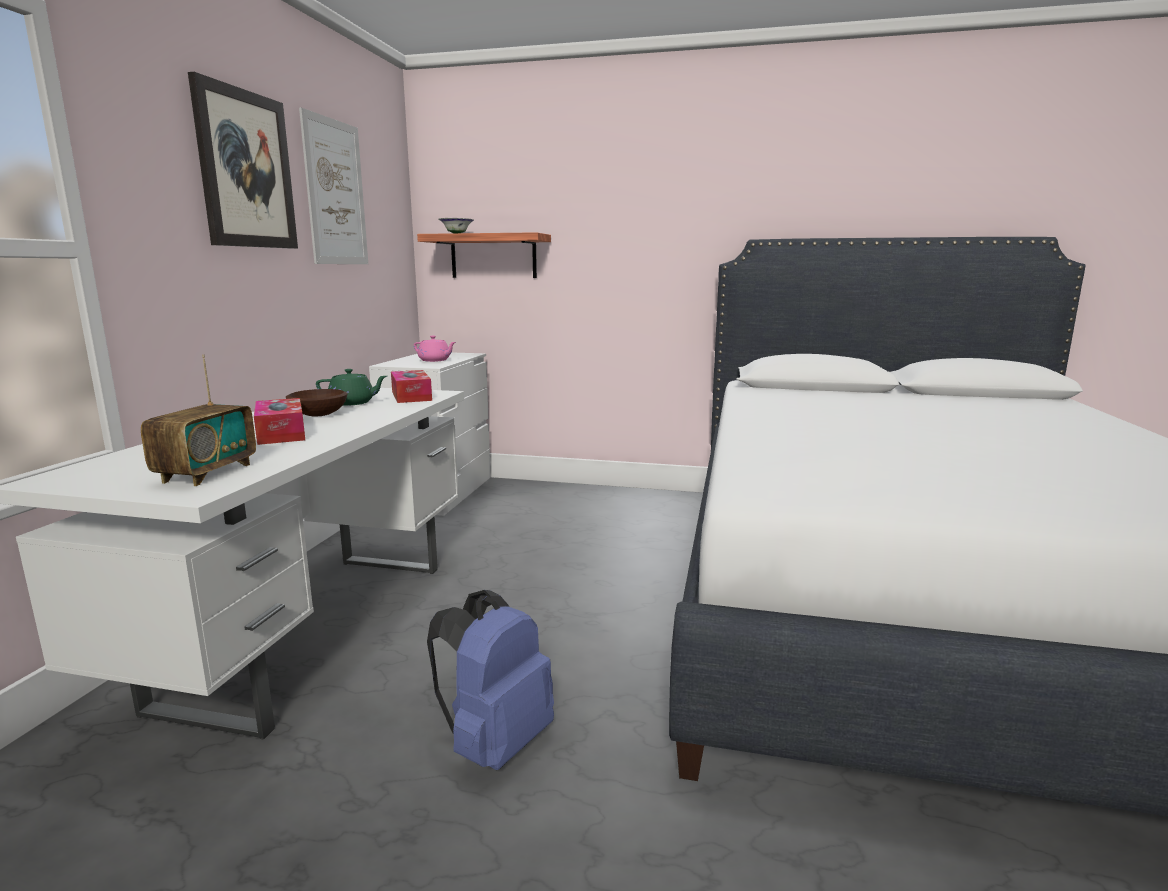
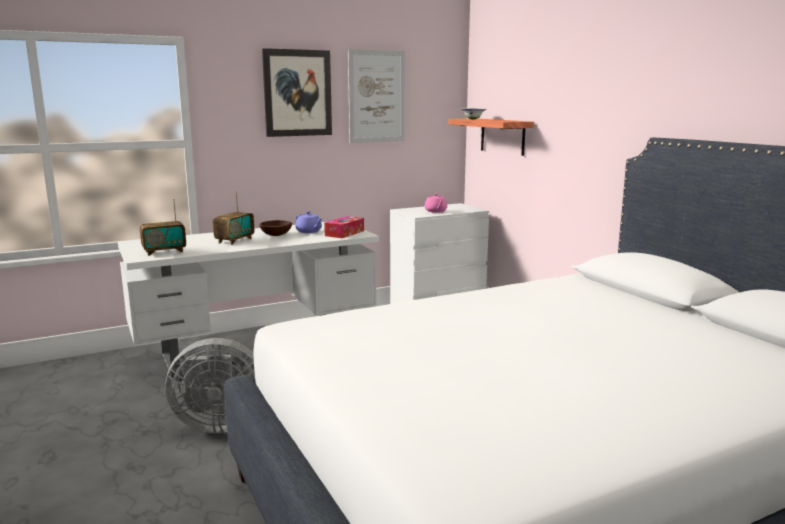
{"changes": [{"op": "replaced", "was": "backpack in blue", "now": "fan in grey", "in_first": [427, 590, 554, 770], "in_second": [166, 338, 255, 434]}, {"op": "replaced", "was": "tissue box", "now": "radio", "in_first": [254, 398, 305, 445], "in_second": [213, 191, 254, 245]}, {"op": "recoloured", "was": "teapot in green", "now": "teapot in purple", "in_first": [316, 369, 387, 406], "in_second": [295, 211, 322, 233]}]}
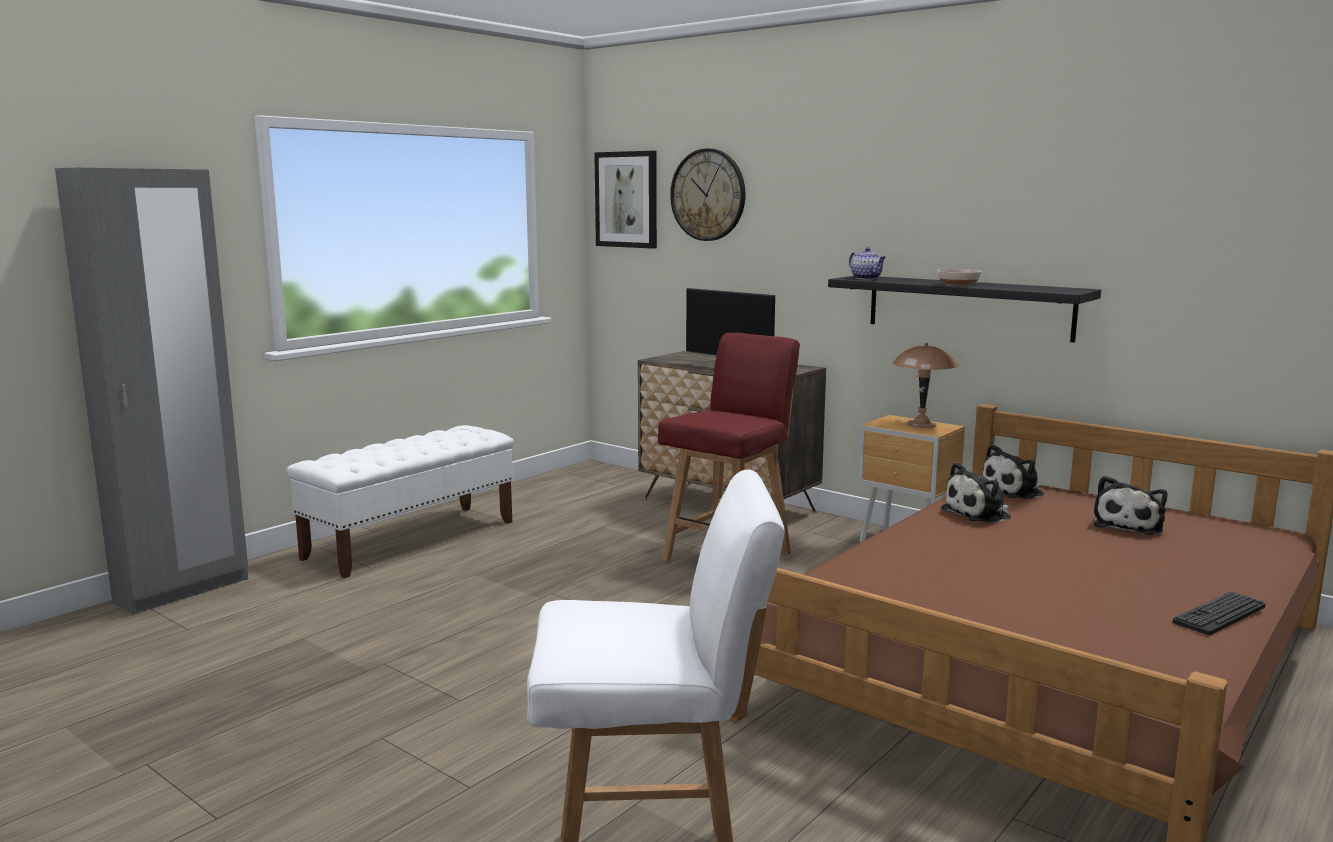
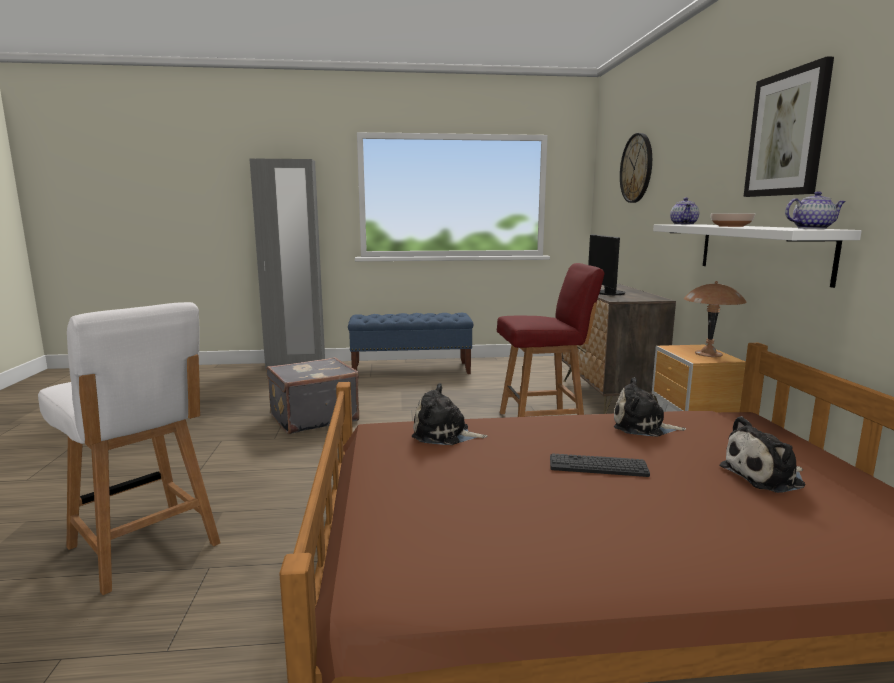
{"changes": [{"op": "added", "now": "suitcase in grey", "in_second": [266, 357, 359, 434]}, {"op": "recoloured", "was": "bench in white", "now": "bench in blue", "in_first": [287, 425, 514, 578], "in_second": [348, 313, 474, 374]}, {"op": "moved", "was": "plush toy", "in_first": [983, 444, 1044, 500], "in_second": [412, 383, 487, 445]}, {"op": "moved", "was": "keyboard", "in_first": [1173, 591, 1265, 635], "in_second": [550, 453, 650, 477]}, {"op": "recoloured", "was": "shelf in black", "now": "shelf in white", "in_first": [828, 276, 1101, 343], "in_second": [653, 224, 862, 288]}, {"op": "moved", "was": "picture", "in_first": [594, 151, 657, 249], "in_second": [743, 56, 834, 197]}, {"op": "added", "now": "teapot", "in_second": [785, 191, 846, 229]}]}
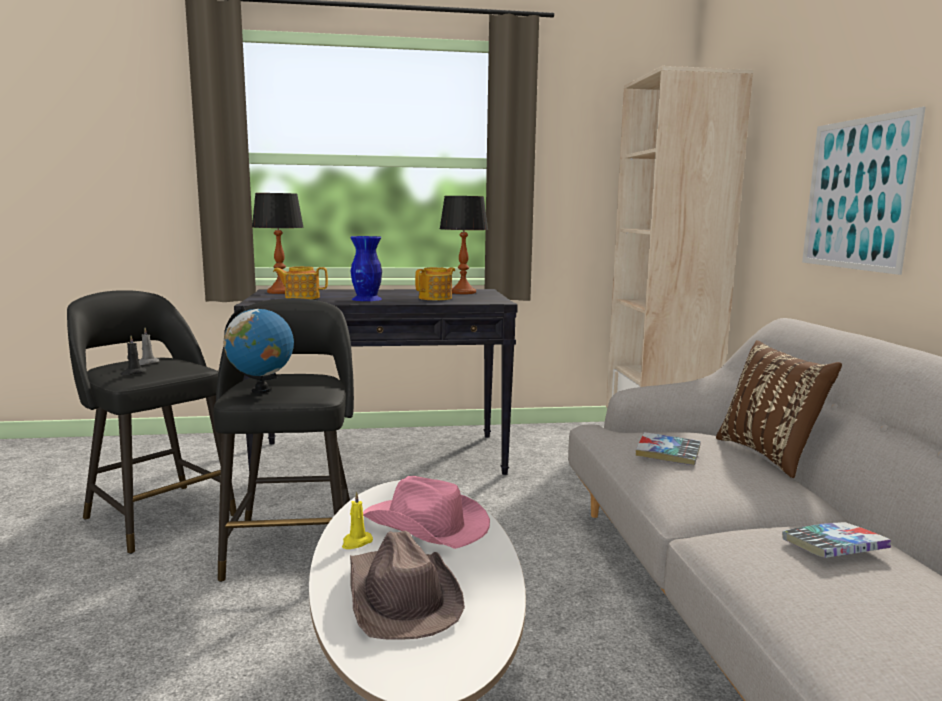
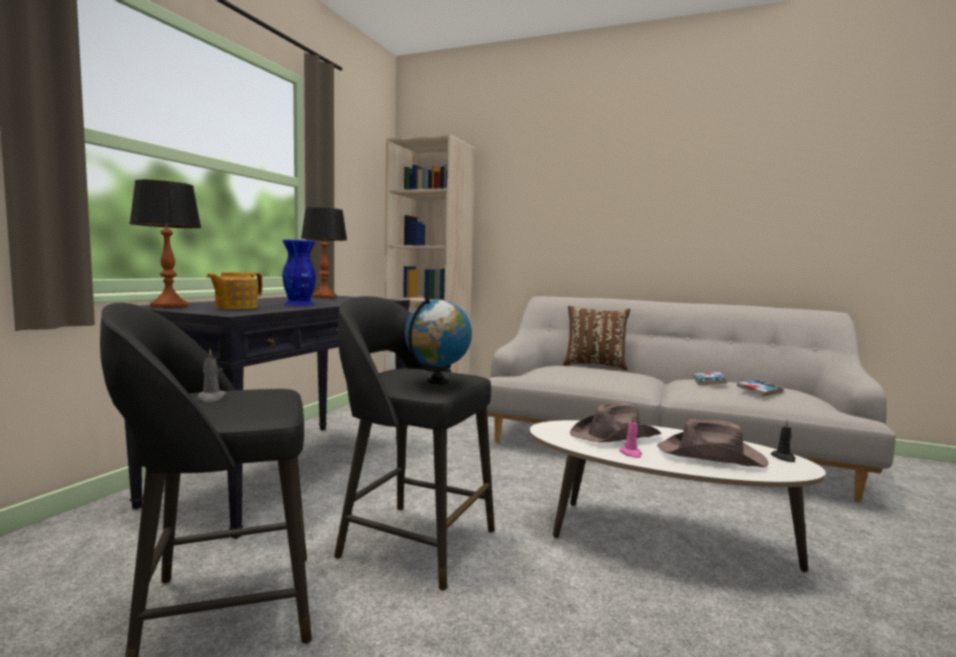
{"changes": [{"op": "recoloured", "was": "hat in pink", "now": "hat in brown", "in_first": [363, 476, 490, 549], "in_second": [570, 402, 661, 442]}, {"op": "recoloured", "was": "candle in yellow", "now": "candle in pink", "in_first": [342, 491, 373, 549], "in_second": [619, 415, 642, 458]}, {"op": "moved", "was": "book", "in_first": [636, 432, 701, 465], "in_second": [737, 379, 784, 397]}, {"op": "moved", "was": "candle in black", "in_first": [120, 336, 146, 375], "in_second": [771, 420, 796, 462]}, {"op": "removed", "was": "teapot", "in_first": [415, 267, 455, 300]}, {"op": "removed", "was": "picture", "in_first": [802, 107, 926, 275]}]}
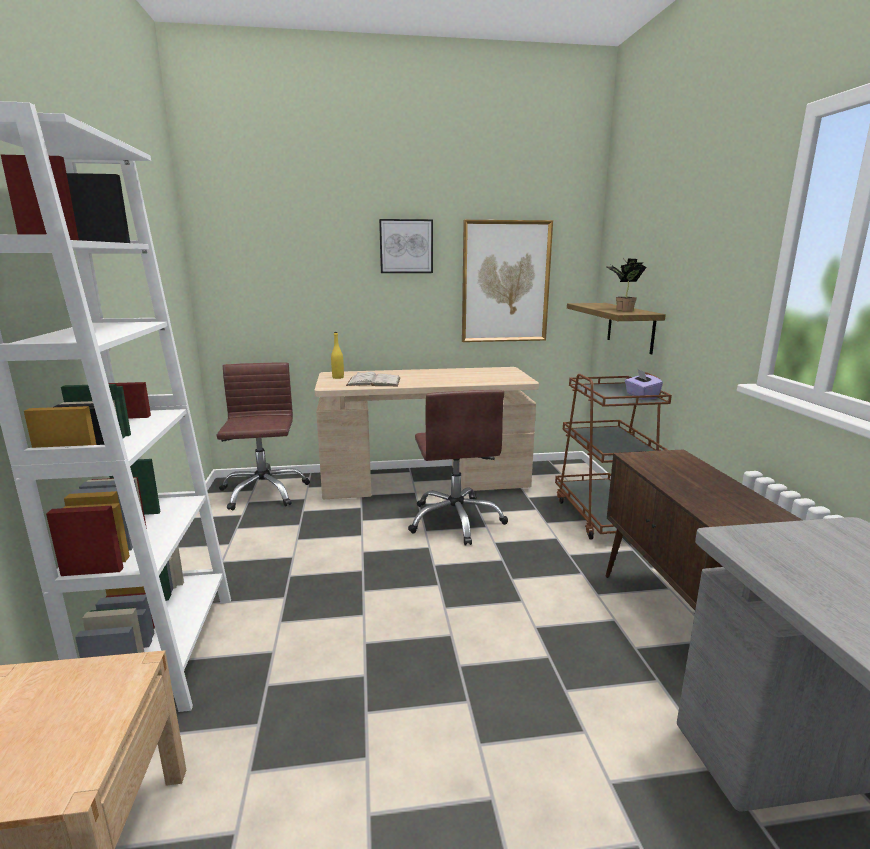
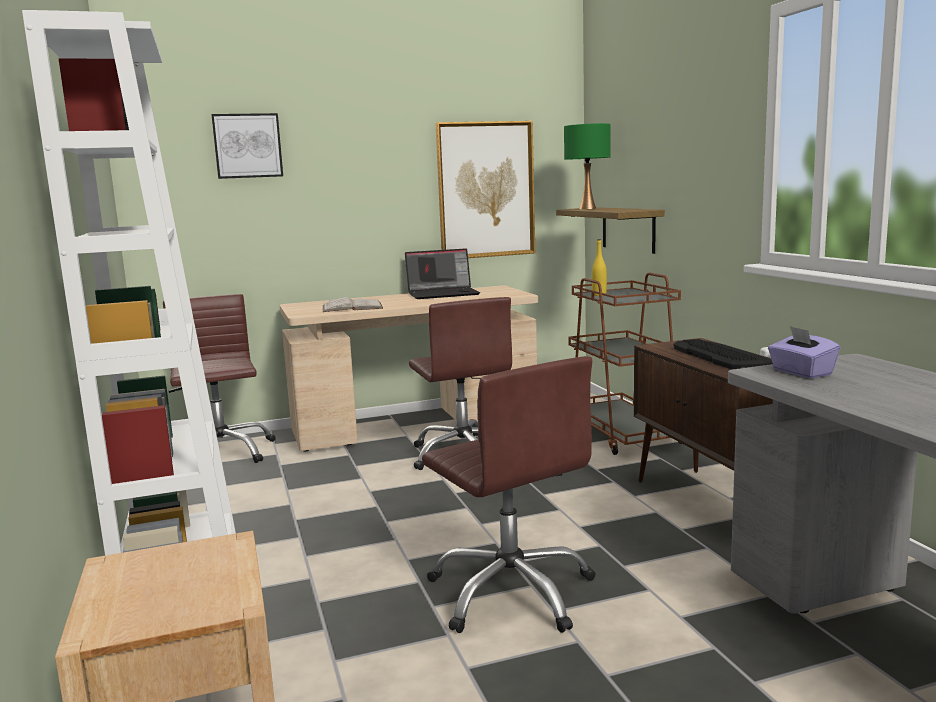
{"changes": [{"op": "moved", "was": "picture", "in_first": [379, 219, 433, 273], "in_second": [211, 113, 283, 179]}, {"op": "added", "now": "laptop", "in_second": [405, 248, 480, 299]}, {"op": "added", "now": "office chair in brown", "in_second": [422, 356, 595, 633]}, {"op": "added", "now": "table lamp in green", "in_second": [564, 123, 611, 209]}, {"op": "moved", "was": "bottle in yellow", "in_first": [331, 332, 344, 379], "in_second": [592, 239, 607, 296]}, {"op": "added", "now": "keyboard", "in_second": [673, 339, 773, 369]}, {"op": "moved", "was": "tissue box in purple", "in_first": [625, 369, 663, 400], "in_second": [768, 326, 840, 379]}, {"op": "removed", "was": "potted plant", "in_first": [607, 258, 647, 311]}]}
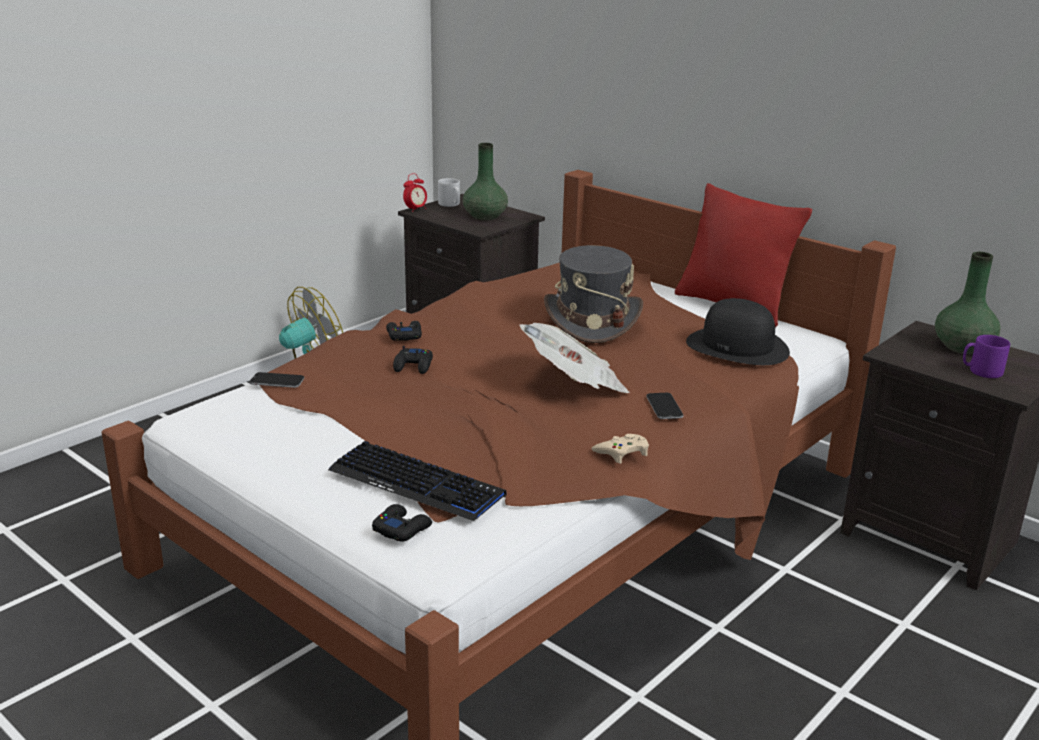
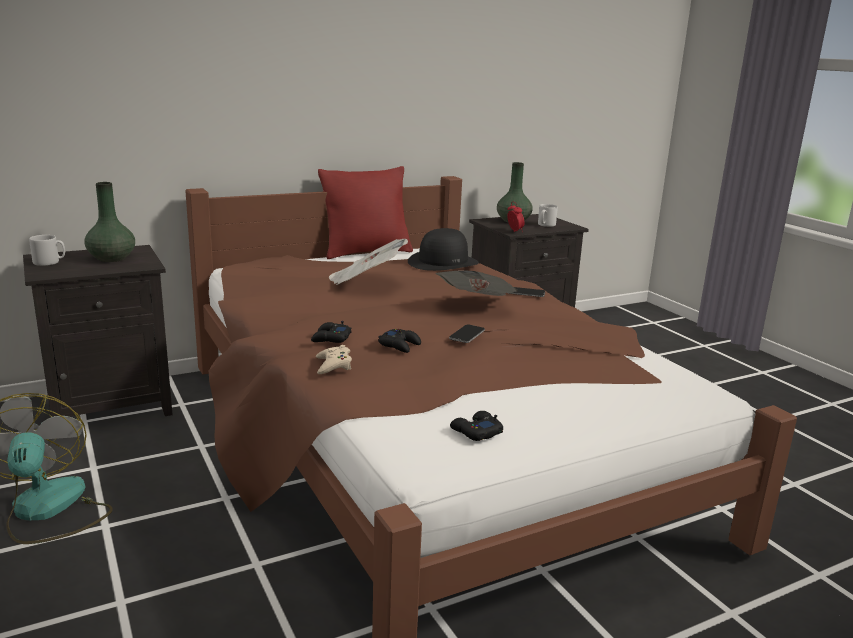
{"changes": [{"op": "moved", "was": "game controller in beige", "in_first": [592, 434, 649, 464], "in_second": [316, 345, 352, 374]}, {"op": "replaced", "was": "hat in grey", "now": "newspaper", "in_first": [544, 245, 643, 343], "in_second": [329, 239, 408, 285]}, {"op": "moved", "was": "phone", "in_first": [250, 372, 304, 388], "in_second": [449, 325, 485, 343]}, {"op": "moved", "was": "game controller in black", "in_first": [372, 504, 432, 542], "in_second": [450, 411, 503, 441]}, {"op": "moved", "was": "alarm clock", "in_first": [403, 173, 427, 212], "in_second": [507, 201, 525, 233]}, {"op": "recoloured", "was": "mug in purple", "now": "mug in grey", "in_first": [963, 335, 1010, 378], "in_second": [538, 204, 558, 227]}, {"op": "removed", "was": "keyboard", "in_first": [328, 441, 506, 521]}]}
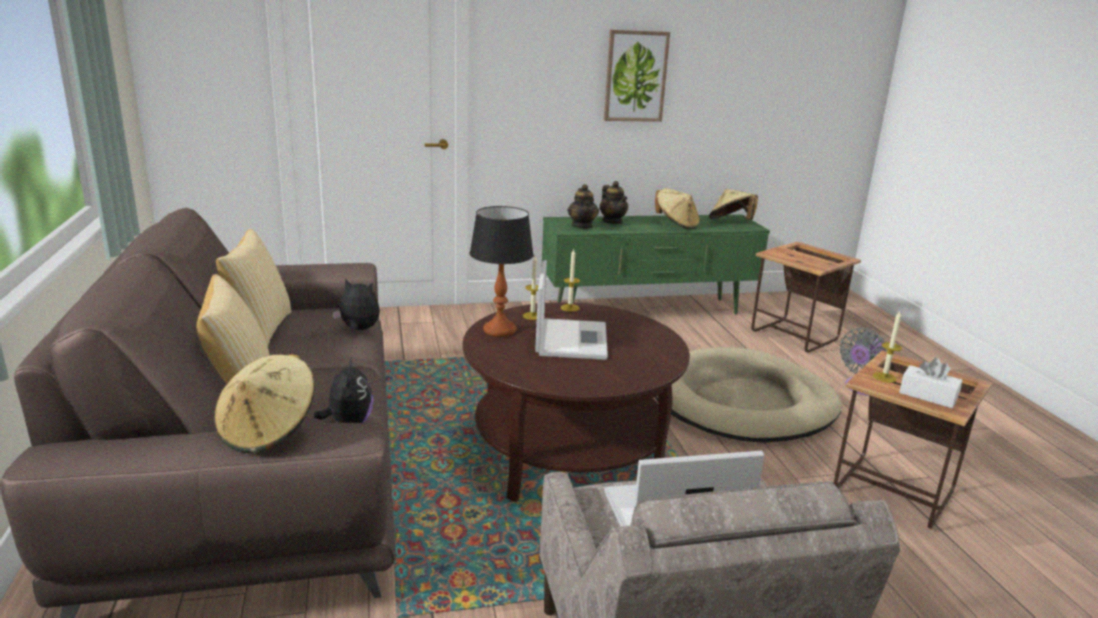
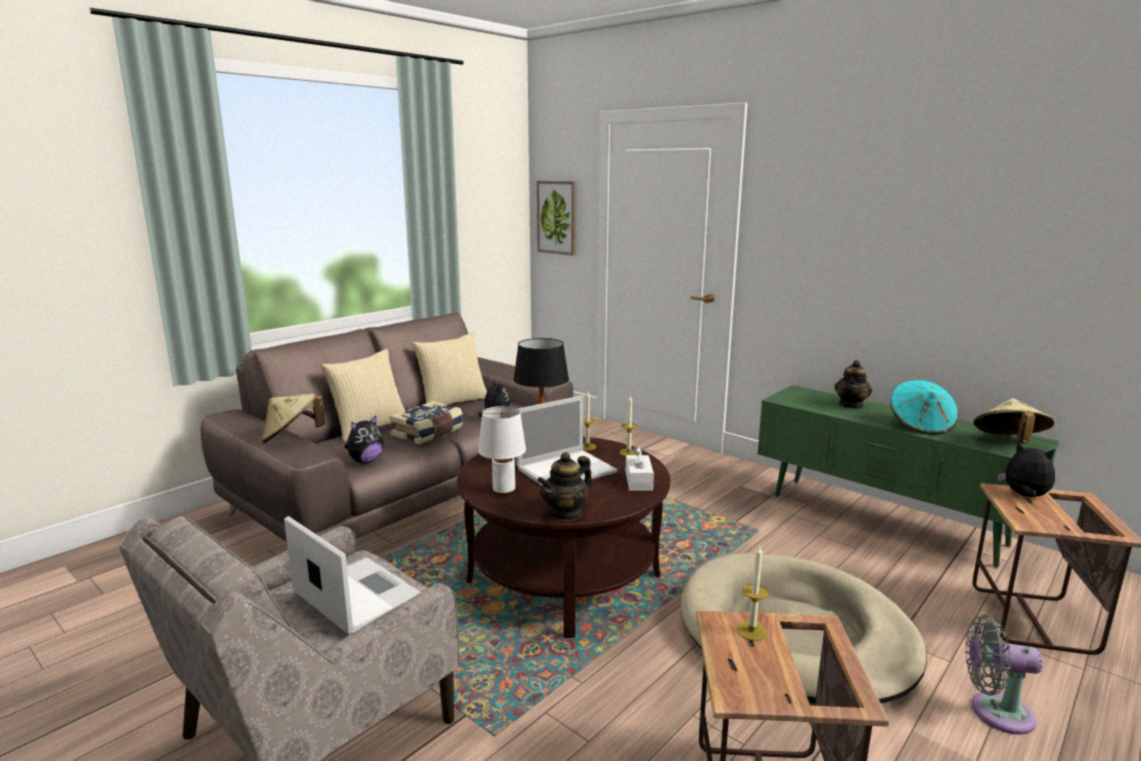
{"changes": [{"op": "added", "now": "book", "in_second": [390, 401, 463, 444]}, {"op": "added", "now": "table lamp in white", "in_second": [478, 406, 526, 495]}, {"op": "moved", "was": "picture", "in_first": [604, 30, 670, 122], "in_second": [537, 181, 577, 256]}, {"op": "moved", "was": "teapot", "in_first": [567, 184, 599, 229], "in_second": [537, 452, 592, 521]}, {"op": "moved", "was": "tissue box in white", "in_first": [899, 358, 963, 408], "in_second": [626, 446, 654, 491]}, {"op": "recoloured", "was": "hat in beige", "now": "hat in turquoise", "in_first": [655, 188, 700, 229], "in_second": [890, 380, 959, 435]}, {"op": "added", "now": "plush toy", "in_second": [998, 441, 1055, 497]}]}
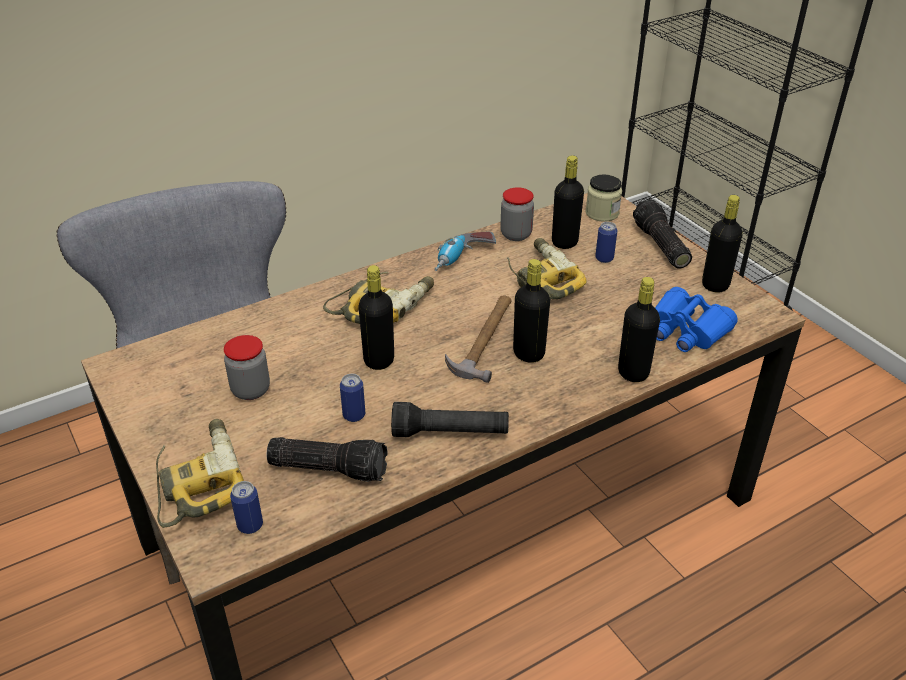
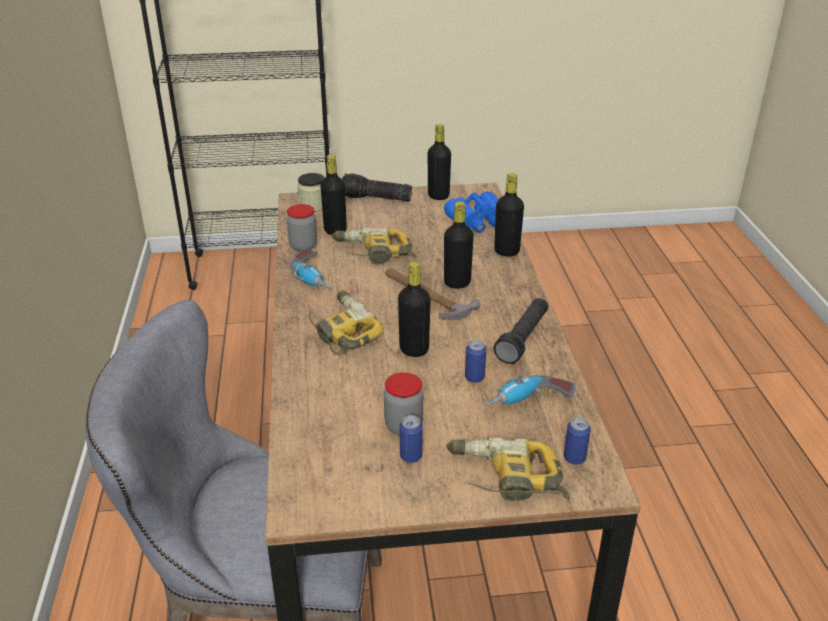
{"changes": [{"op": "moved", "was": "can", "in_first": [595, 222, 617, 263], "in_second": [400, 415, 423, 463]}, {"op": "replaced", "was": "flashlight", "now": "power drill", "in_first": [266, 437, 388, 482], "in_second": [485, 375, 576, 406]}]}
